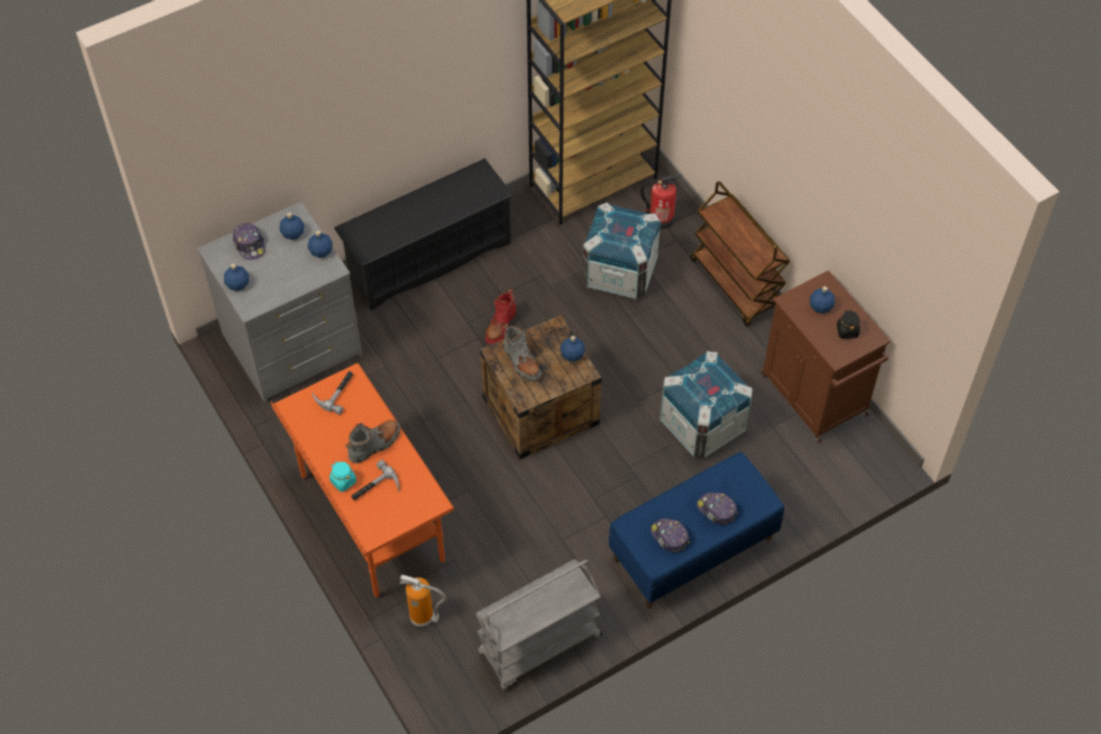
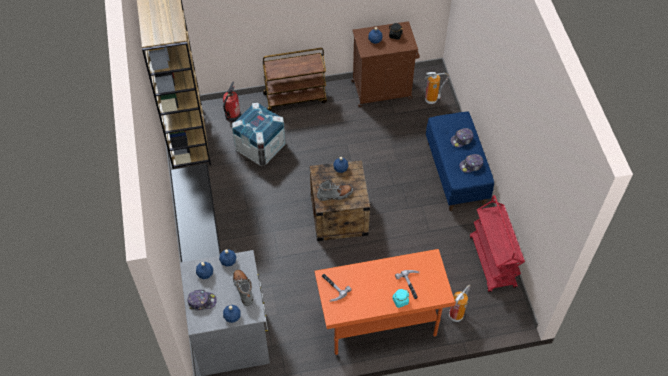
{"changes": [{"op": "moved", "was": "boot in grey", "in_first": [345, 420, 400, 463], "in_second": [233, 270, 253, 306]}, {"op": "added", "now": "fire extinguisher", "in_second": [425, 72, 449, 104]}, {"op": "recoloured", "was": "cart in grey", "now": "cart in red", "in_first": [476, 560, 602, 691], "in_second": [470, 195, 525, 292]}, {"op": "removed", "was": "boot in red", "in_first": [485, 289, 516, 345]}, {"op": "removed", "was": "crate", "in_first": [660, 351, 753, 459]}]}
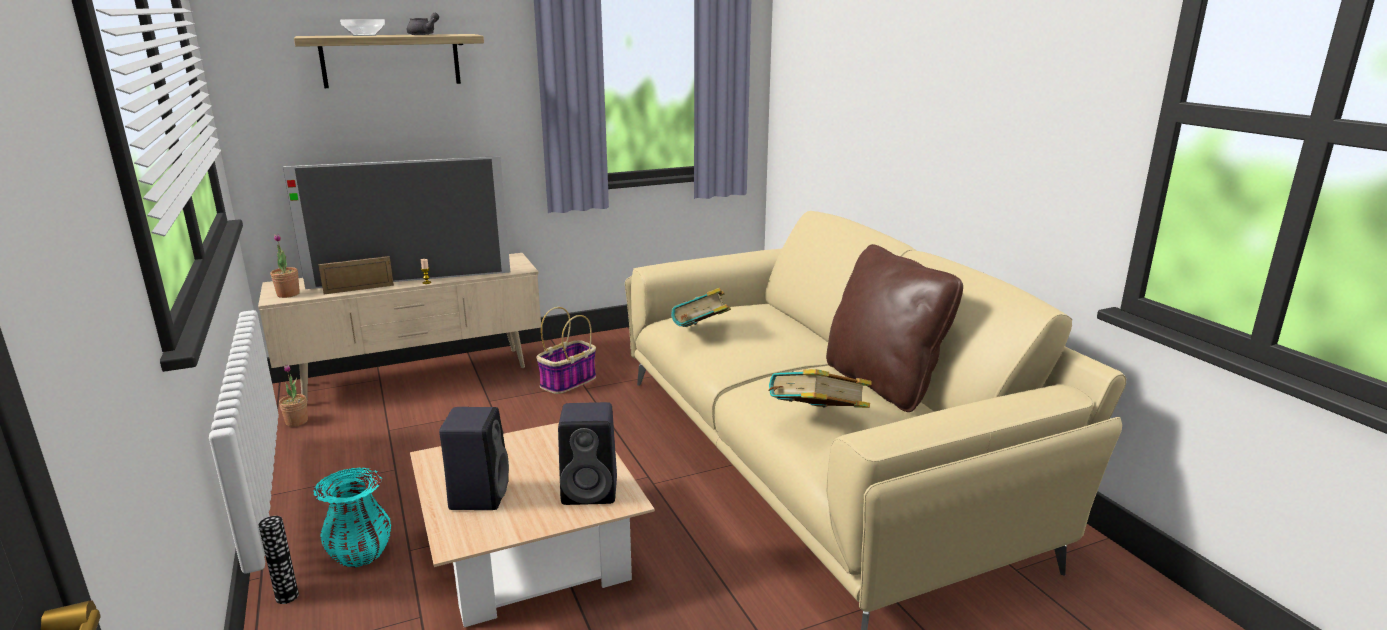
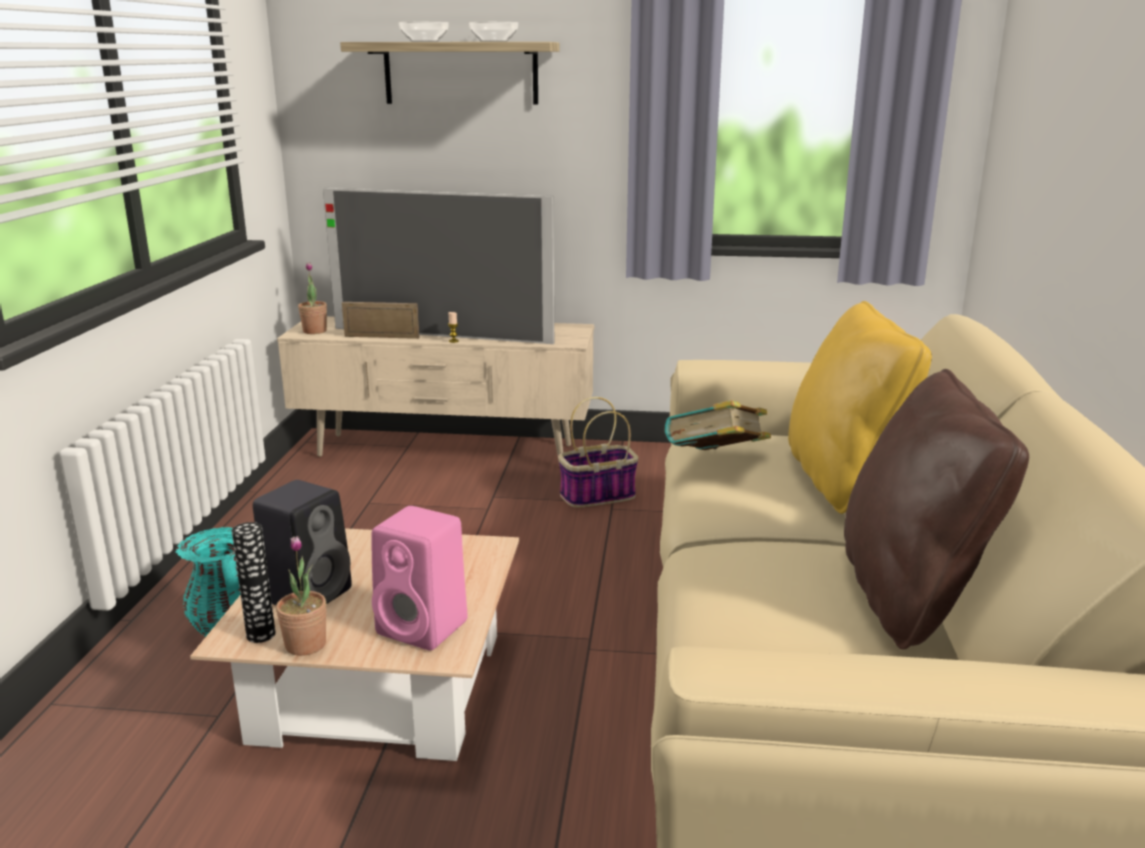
{"changes": [{"op": "moved", "was": "vase", "in_first": [258, 516, 299, 604], "in_second": [232, 522, 276, 643]}, {"op": "moved", "was": "potted plant", "in_first": [279, 364, 308, 427], "in_second": [276, 536, 327, 656]}, {"op": "recoloured", "was": "speaker in black", "now": "speaker in pink", "in_first": [558, 402, 617, 505], "in_second": [371, 506, 468, 651]}, {"op": "replaced", "was": "teapot in grey", "now": "bowl", "in_first": [407, 13, 439, 35], "in_second": [469, 22, 518, 42]}, {"op": "added", "now": "pillow in yellow", "in_second": [788, 301, 932, 514]}, {"op": "removed", "was": "book", "in_first": [768, 369, 872, 408]}]}
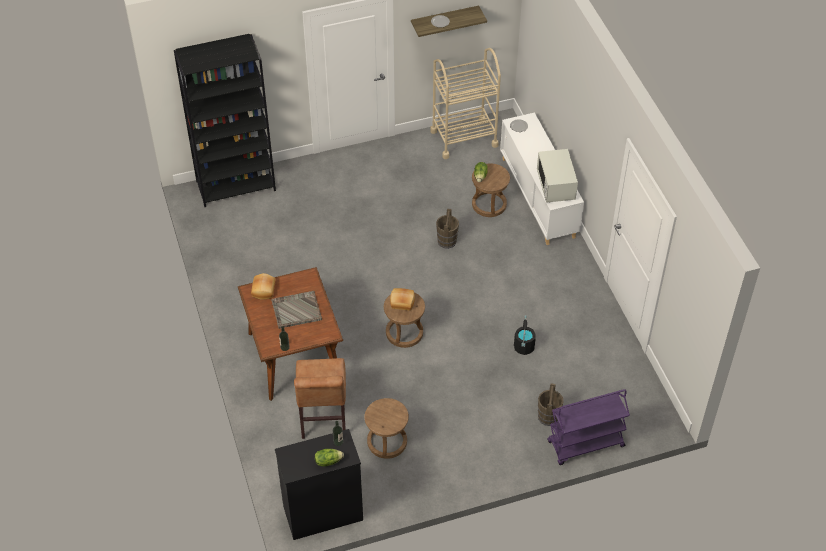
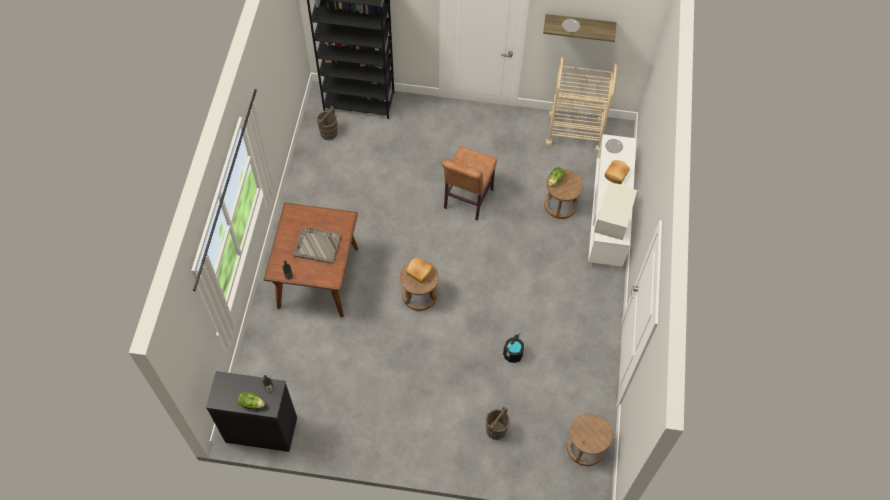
{"changes": [{"op": "moved", "was": "bucket in brown", "in_first": [436, 208, 459, 249], "in_second": [317, 106, 338, 140]}, {"op": "moved", "was": "chair in brown", "in_first": [294, 358, 346, 439], "in_second": [442, 146, 497, 221]}, {"op": "moved", "was": "stool in brown", "in_first": [364, 398, 409, 459], "in_second": [567, 414, 613, 466]}, {"op": "moved", "was": "bread", "in_first": [251, 273, 276, 300], "in_second": [605, 160, 630, 184]}, {"op": "removed", "was": "cart in purple", "in_first": [547, 389, 630, 465]}]}
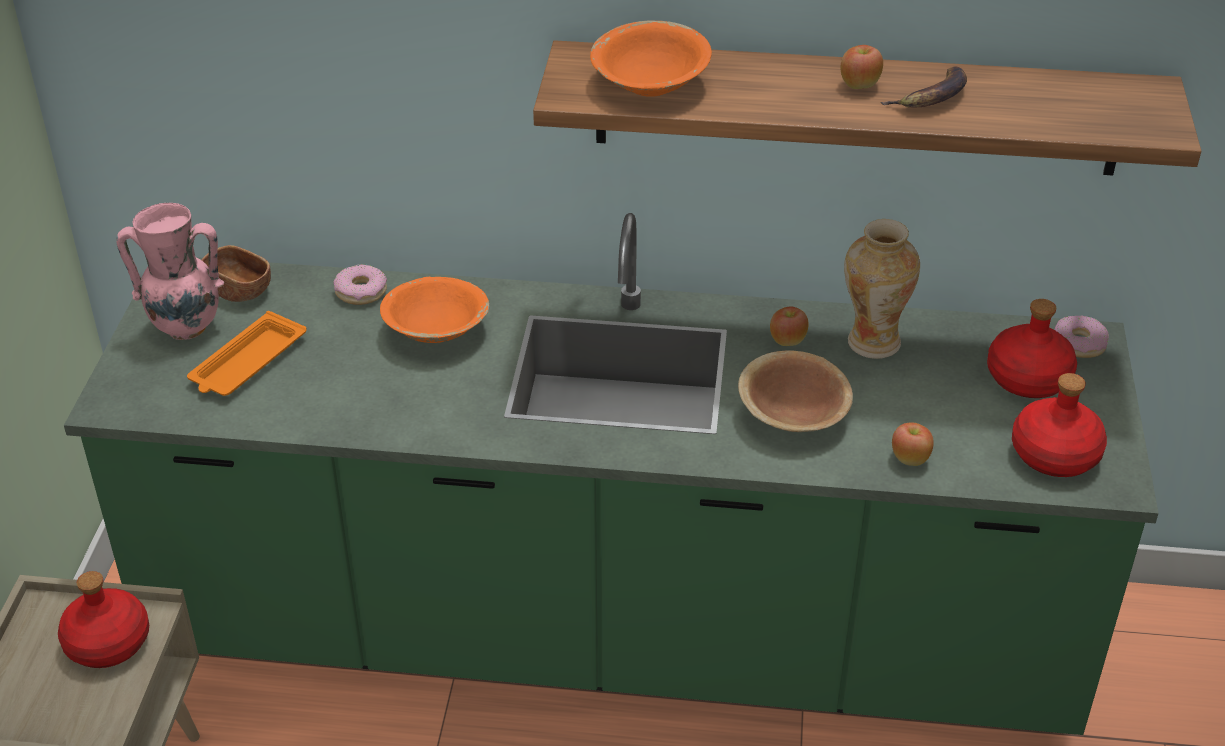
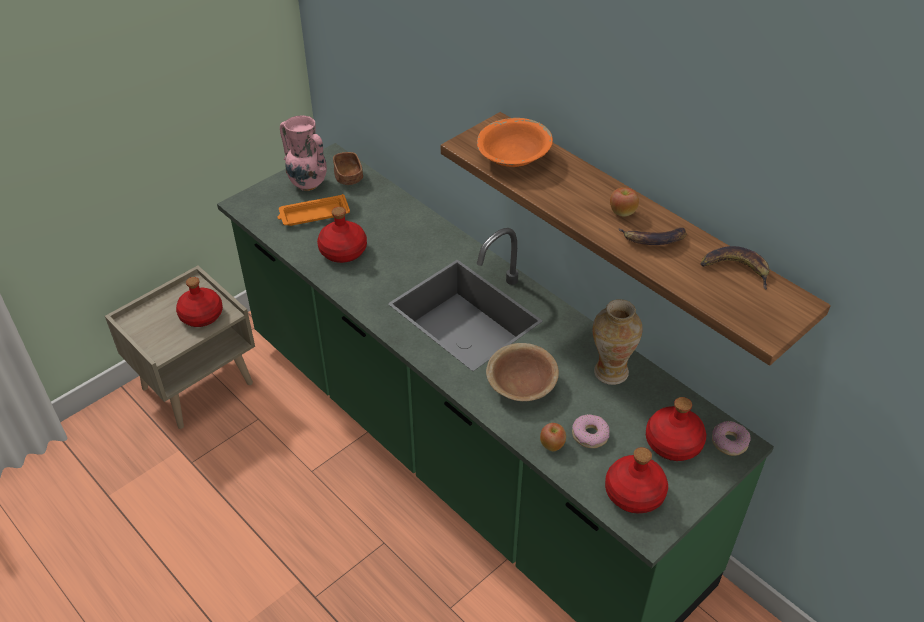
{"changes": [{"op": "added", "now": "bottle in red", "in_second": [317, 207, 367, 263]}, {"op": "moved", "was": "donut", "in_first": [334, 264, 387, 305], "in_second": [572, 414, 609, 448]}, {"op": "added", "now": "banana", "in_second": [701, 246, 769, 290]}, {"op": "removed", "was": "bowl in orange", "in_first": [380, 277, 489, 343]}, {"op": "removed", "was": "apple", "in_first": [770, 306, 809, 346]}]}
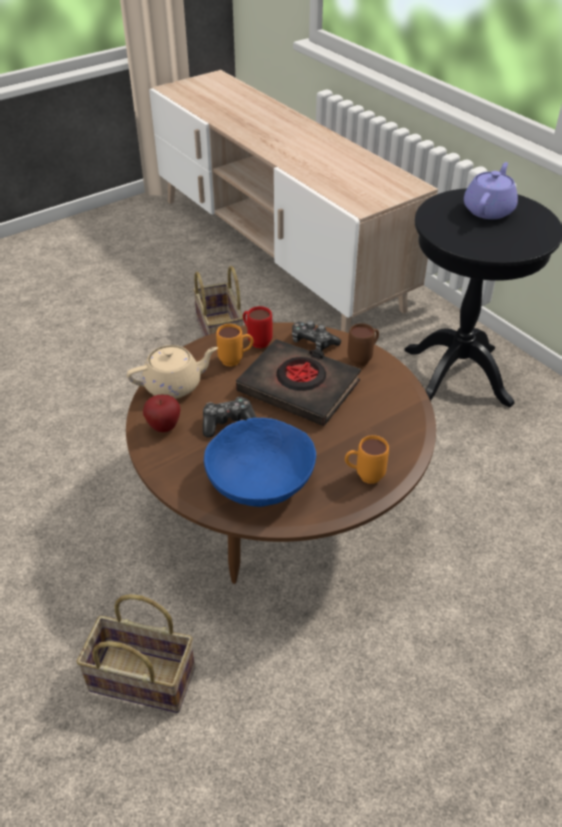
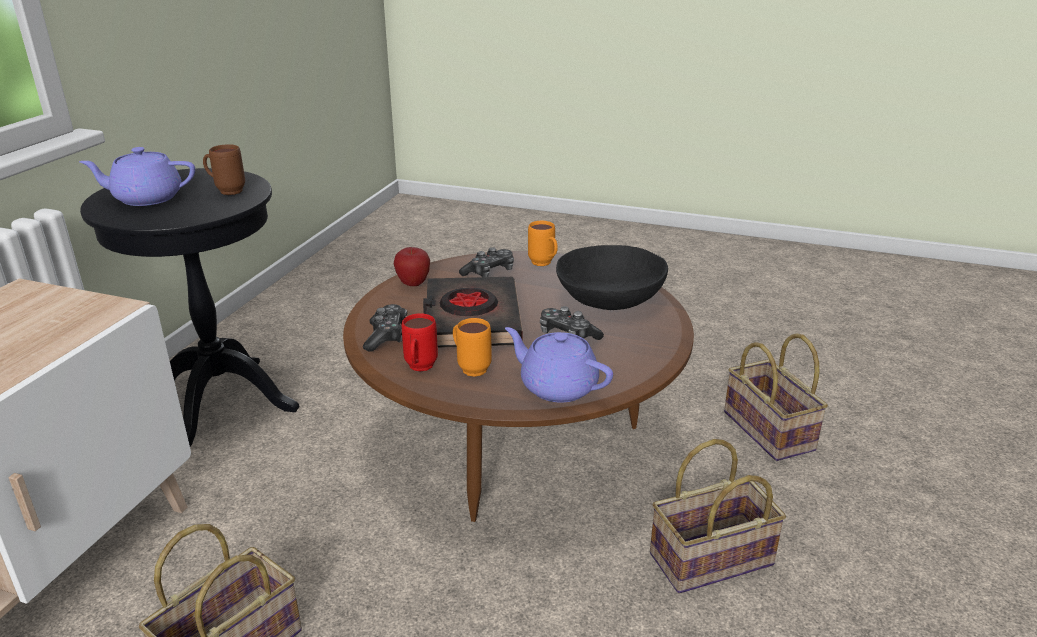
{"changes": [{"op": "moved", "was": "mug in brown", "in_first": [347, 323, 379, 366], "in_second": [203, 144, 245, 195]}, {"op": "moved", "was": "apple", "in_first": [143, 395, 180, 432], "in_second": [394, 247, 430, 286]}, {"op": "added", "now": "game controller", "in_second": [459, 247, 514, 277]}, {"op": "recoloured", "was": "teapot in beige", "now": "teapot in purple", "in_first": [127, 345, 218, 399], "in_second": [505, 327, 613, 403]}, {"op": "recoloured", "was": "bowl in blue", "now": "bowl in black", "in_first": [204, 418, 316, 507], "in_second": [556, 245, 668, 310]}, {"op": "added", "now": "basket", "in_second": [650, 439, 786, 593]}]}
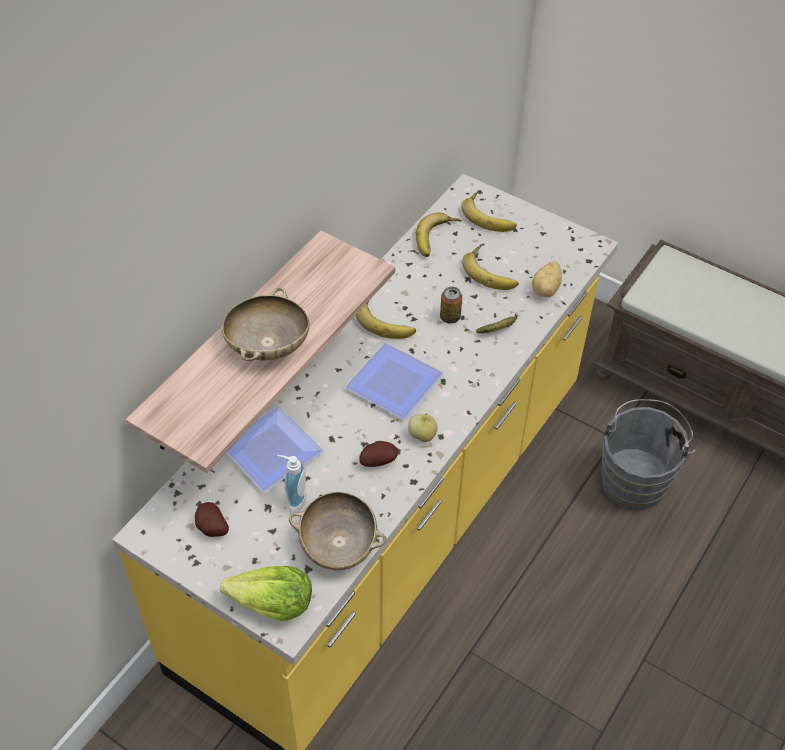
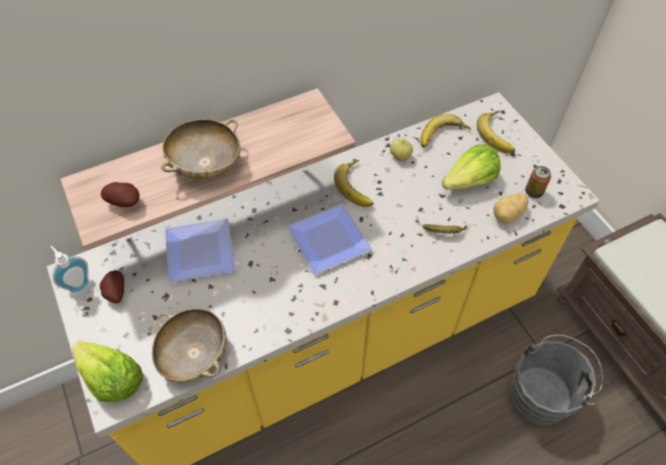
{"changes": [{"op": "moved", "was": "soap dispenser", "in_first": [277, 455, 306, 514], "in_second": [51, 246, 94, 299]}, {"op": "moved", "was": "potato", "in_first": [359, 441, 398, 467], "in_second": [101, 182, 140, 207]}, {"op": "moved", "was": "apple", "in_first": [408, 414, 438, 442], "in_second": [390, 138, 413, 161]}, {"op": "replaced", "was": "banana", "now": "lettuce", "in_first": [462, 246, 519, 290], "in_second": [442, 145, 501, 190]}, {"op": "moved", "was": "can", "in_first": [440, 287, 462, 324], "in_second": [525, 166, 551, 198]}]}
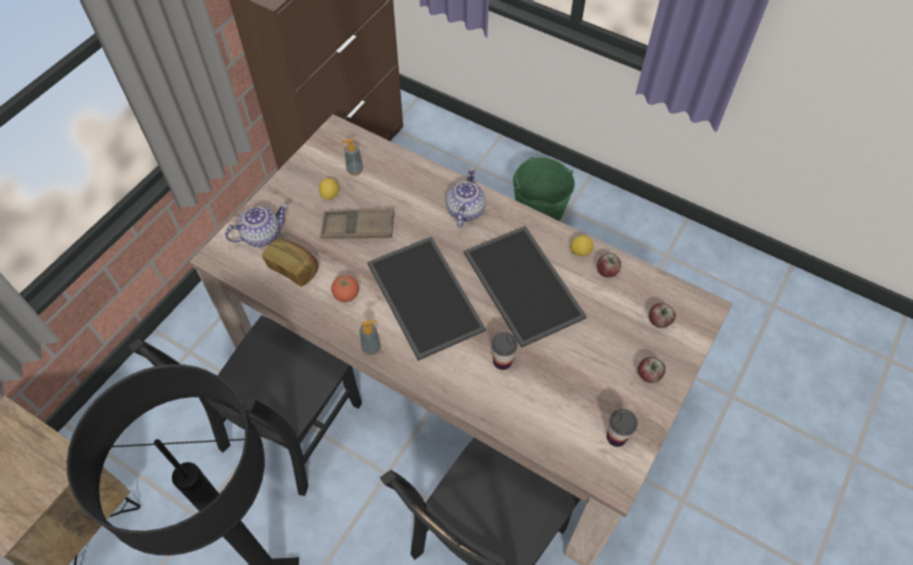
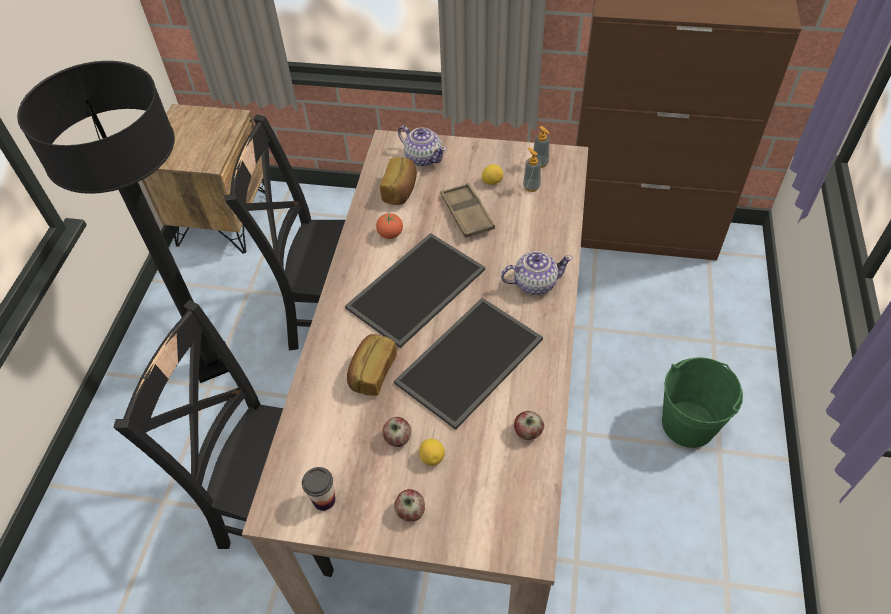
{"changes": [{"op": "replaced", "was": "cup", "now": "bread", "in_first": [491, 332, 518, 370], "in_second": [347, 334, 397, 396]}, {"op": "moved", "was": "apple", "in_first": [649, 303, 676, 328], "in_second": [382, 417, 411, 447]}, {"op": "moved", "was": "lemon", "in_first": [570, 235, 593, 256], "in_second": [419, 439, 445, 466]}, {"op": "moved", "was": "soap dispenser", "in_first": [360, 320, 381, 355], "in_second": [533, 126, 550, 168]}]}
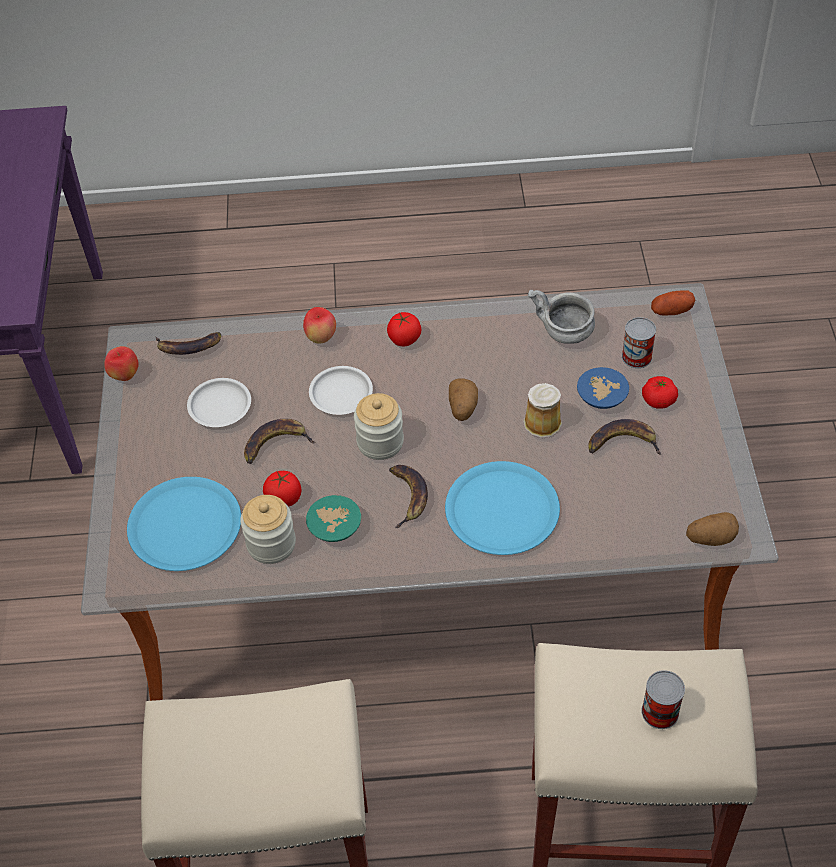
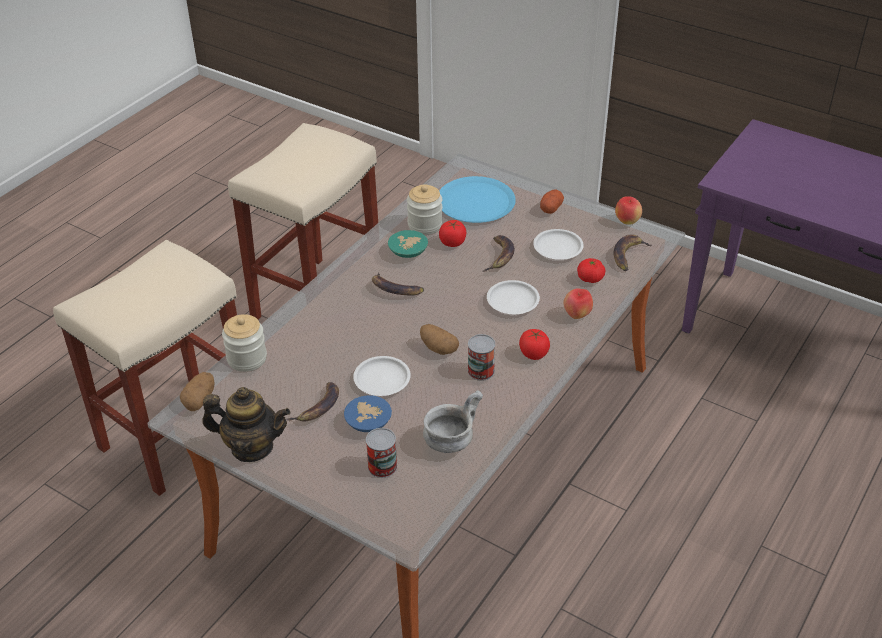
{"changes": [{"op": "added", "now": "teapot", "in_second": [202, 387, 290, 462]}, {"op": "moved", "was": "jar", "in_first": [354, 393, 404, 460], "in_second": [222, 314, 267, 372]}, {"op": "replaced", "was": "mug", "now": "plate in white", "in_first": [524, 383, 562, 438], "in_second": [353, 356, 411, 396]}, {"op": "moved", "was": "can", "in_first": [641, 670, 685, 729], "in_second": [468, 334, 495, 381]}, {"op": "moved", "was": "potato", "in_first": [651, 290, 695, 316], "in_second": [540, 189, 564, 214]}, {"op": "moved", "was": "tomato", "in_first": [642, 376, 678, 409], "in_second": [577, 258, 605, 283]}, {"op": "removed", "was": "plate in blue", "in_first": [445, 461, 560, 555]}]}
